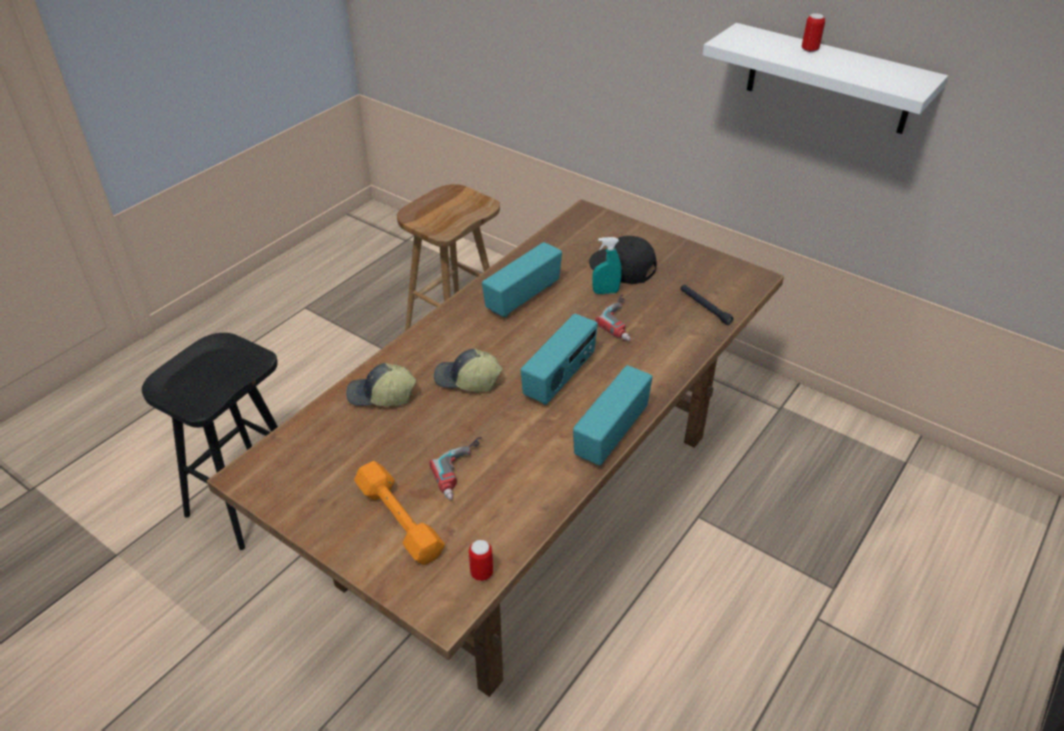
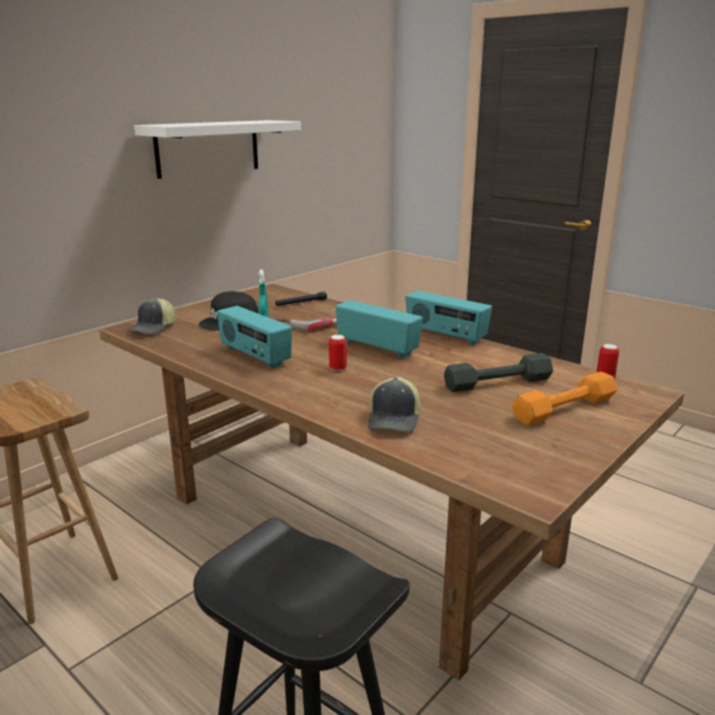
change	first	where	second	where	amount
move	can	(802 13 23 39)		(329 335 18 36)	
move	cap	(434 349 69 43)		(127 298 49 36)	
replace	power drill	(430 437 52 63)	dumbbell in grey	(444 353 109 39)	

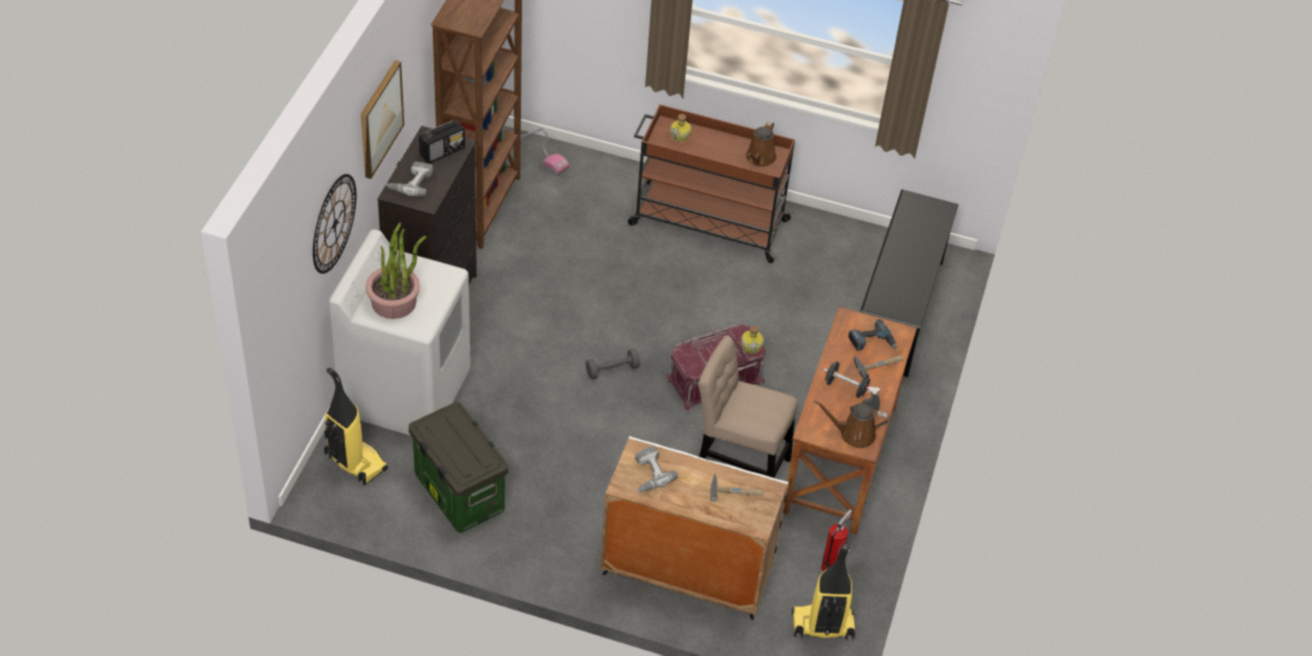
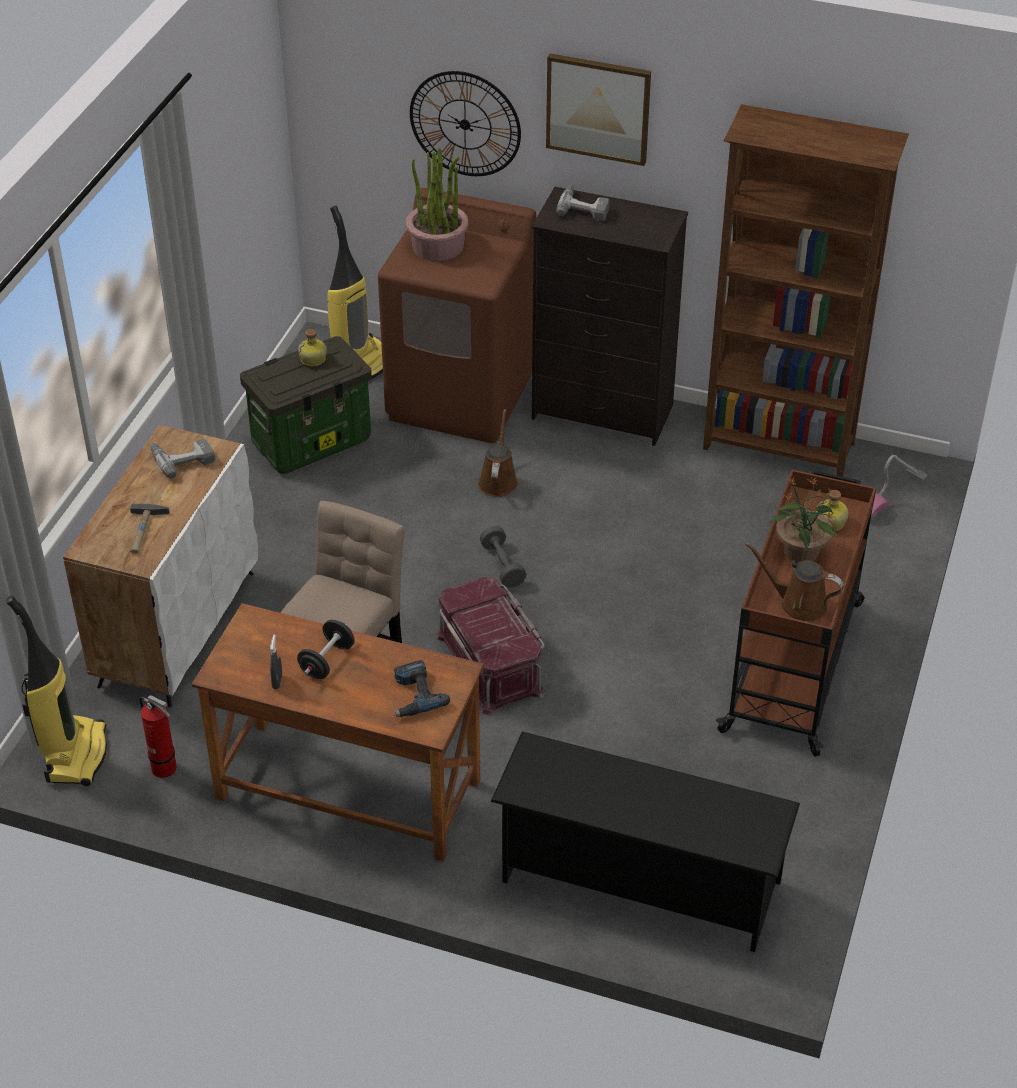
change	first	where	second	where	amount
delete	radio	(419 120 46 43)			
recolor	washing machine in white	(329 229 141 207)	washing machine in brown	(378 188 158 255)	
move	bottle	(741 325 23 28)		(298 329 29 37)	
delete	hammer	(854 356 49 22)			
move	watering can in brown	(814 400 75 48)		(478 409 40 88)	
insert			potted plant	(771 477 67 85)	

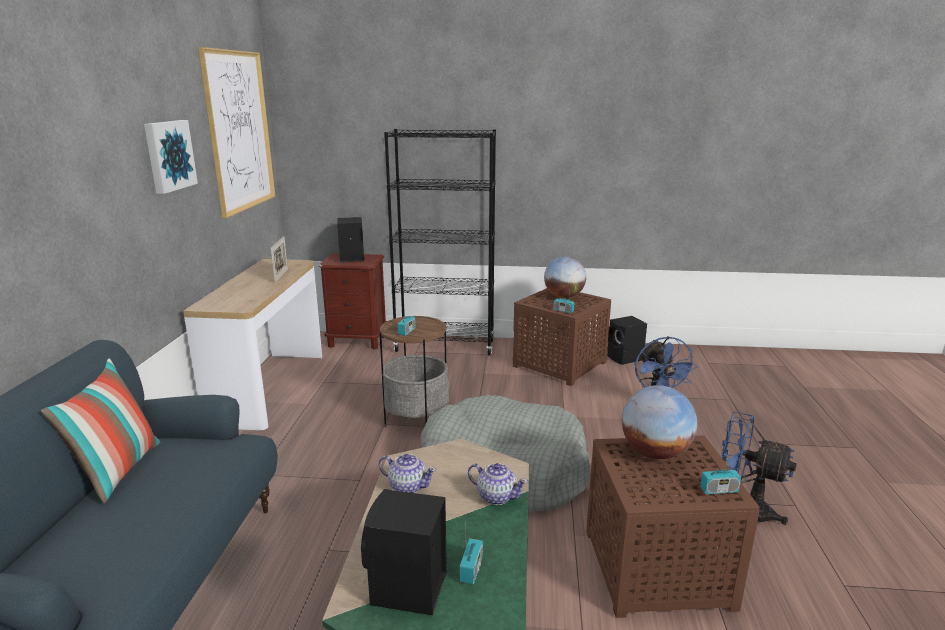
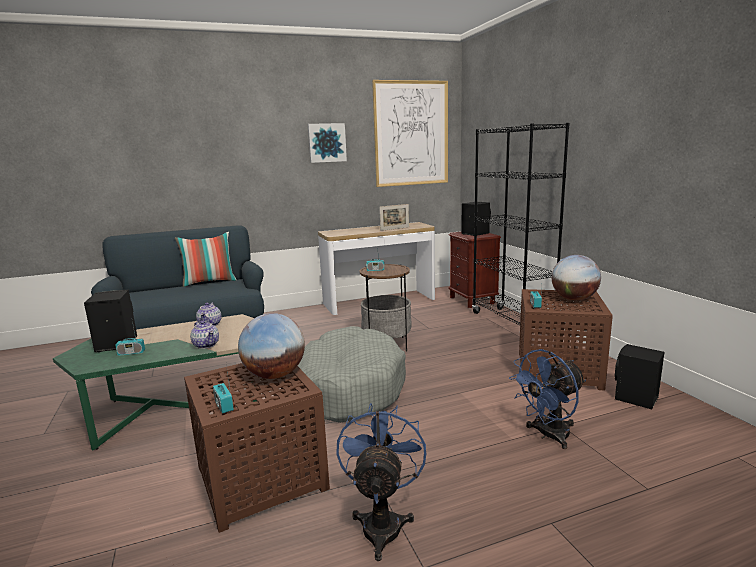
change	first	where	second	where	amount
rotate	teapot	(468 463 60 42)		(190 321 29 28)	45 degrees counterclockwise

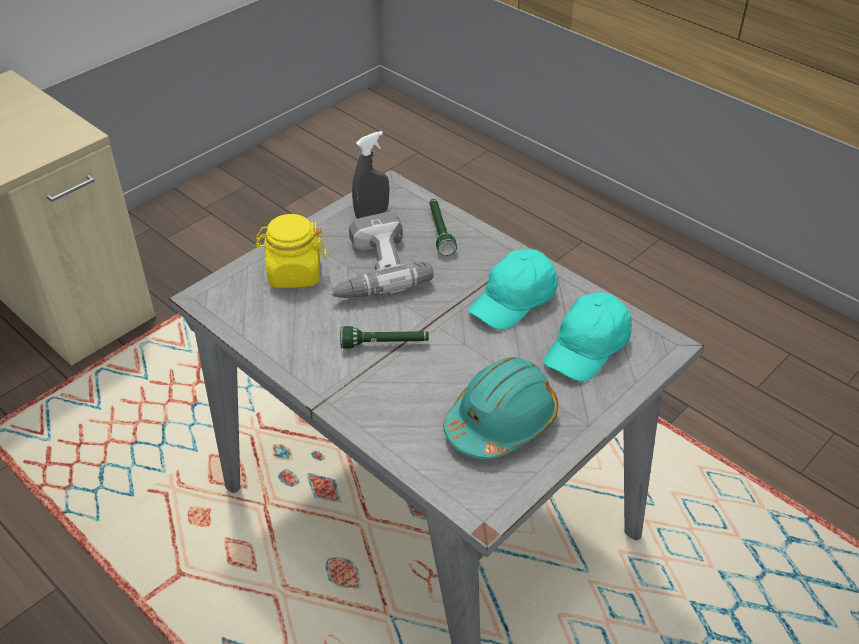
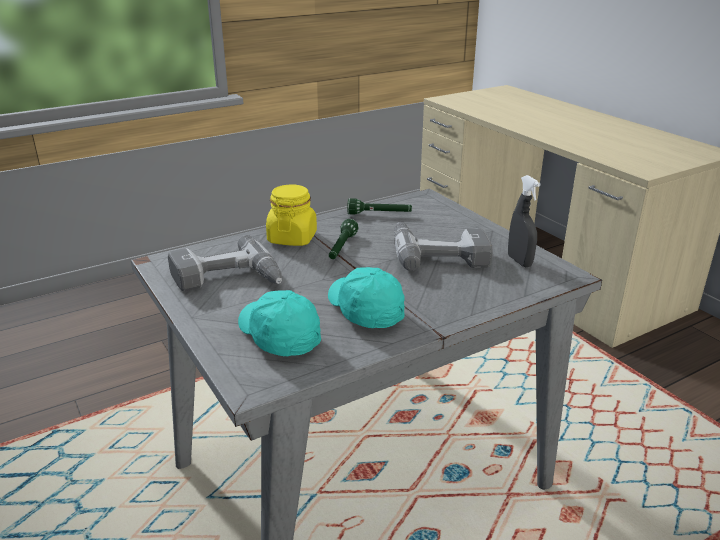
change	first	where	second	where	amount
move	flashlight in green	(429 199 28 57)		(347 198 65 17)	
move	jar in yellow	(255 214 71 74)		(266 184 51 62)	
replace	hard hat in turquoise	(443 357 115 102)	power drill	(168 235 114 57)	

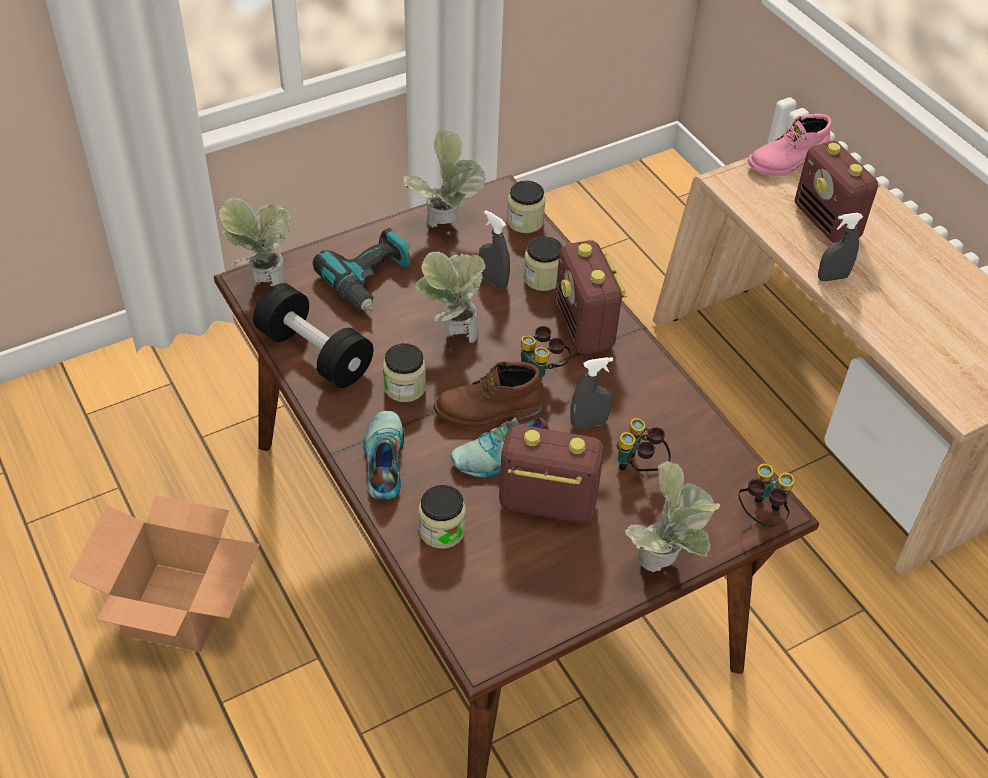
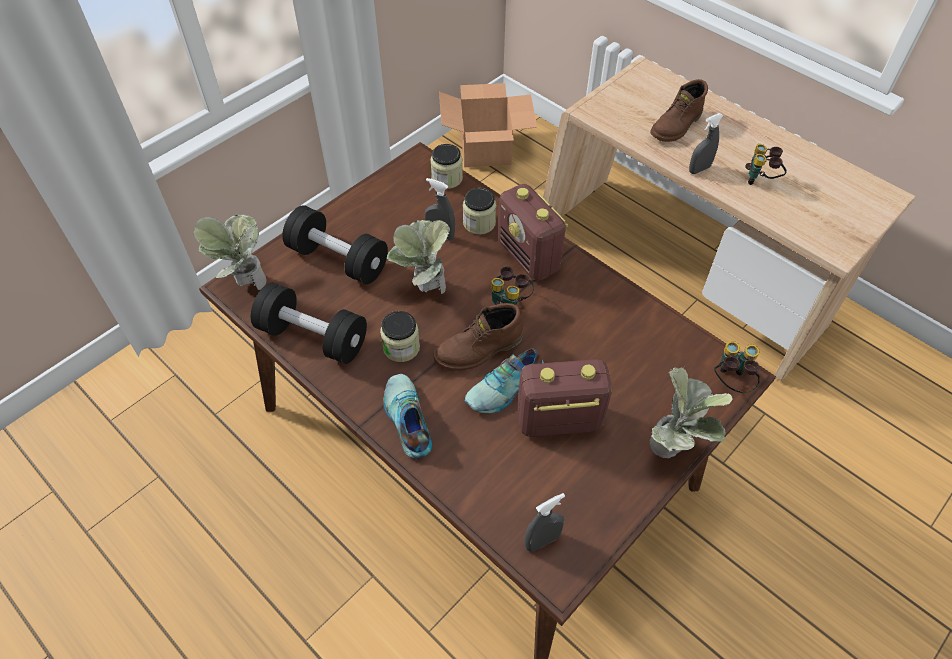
change	first	where	second	where	amount
delete	boot in pink	(748 114 84 62)			
delete	potted plant	(403 130 83 98)			
replace	radio	(795 141 85 103)	boot in brown	(650 79 58 63)	
replace	power drill	(313 228 98 83)	dumbbell in black	(282 205 106 79)	
move	spray bottle in grey	(570 357 43 71)		(524 493 41 59)	
move	binoculars	(617 418 54 53)		(745 144 42 41)	
delete	jar	(419 485 47 64)			
move	cardboard box	(69 495 191 157)		(439 83 98 84)	

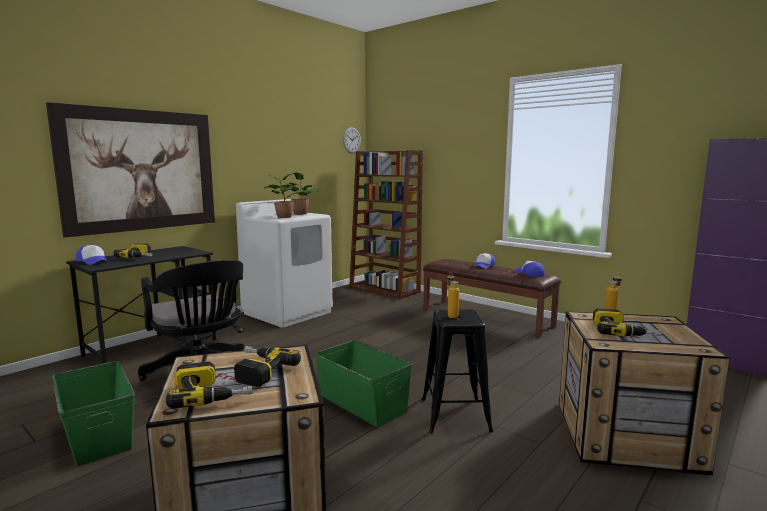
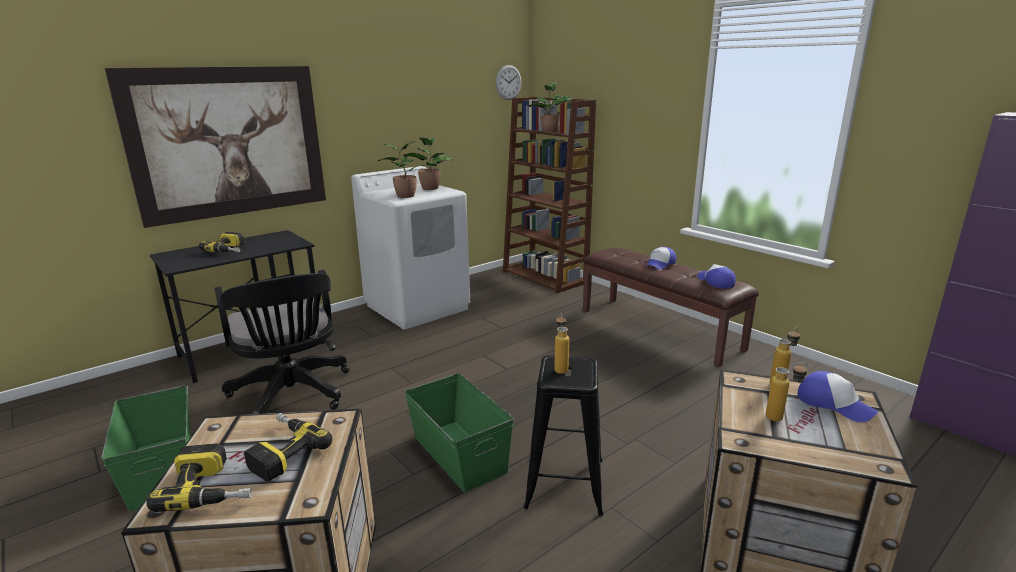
change	first	where	second	where	amount
move	cap	(76 245 33 20)		(798 371 80 51)	
replace	power drill	(593 308 69 28)	bottle	(766 362 43 59)	
insert			potted plant	(528 82 45 50)	

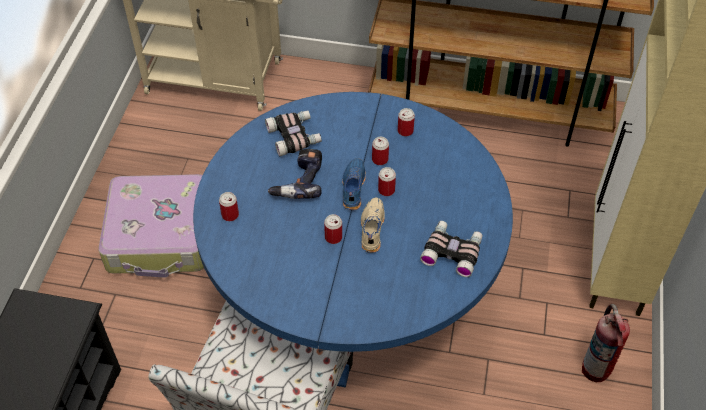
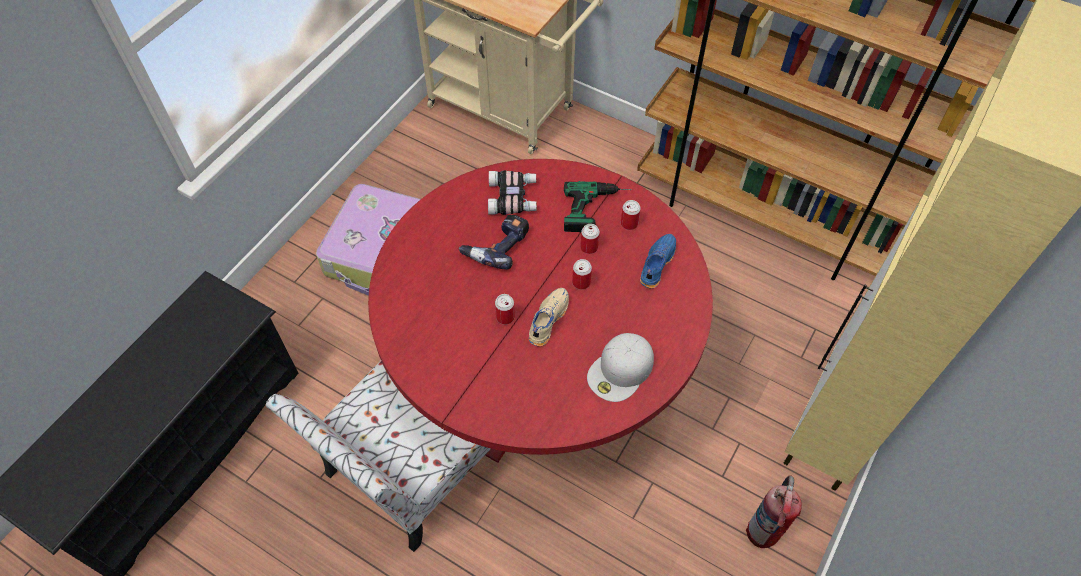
change	first	where	second	where	amount
recolor	dining table in blue	(193 92 320 296)	dining table in red	(368 159 345 304)	
move	shoe in blue	(342 158 24 52)		(640 234 36 54)	
delete	can	(219 192 20 29)			
replace	binoculars	(420 221 63 56)	cap in white	(587 333 67 69)	
insert			power drill	(564 181 68 51)	

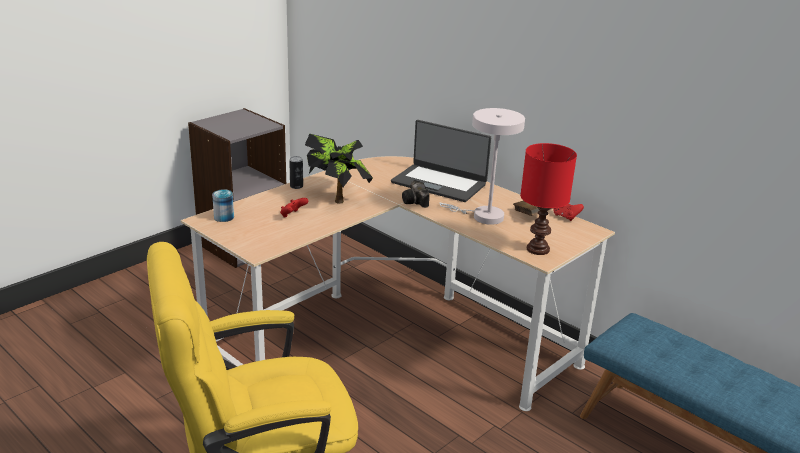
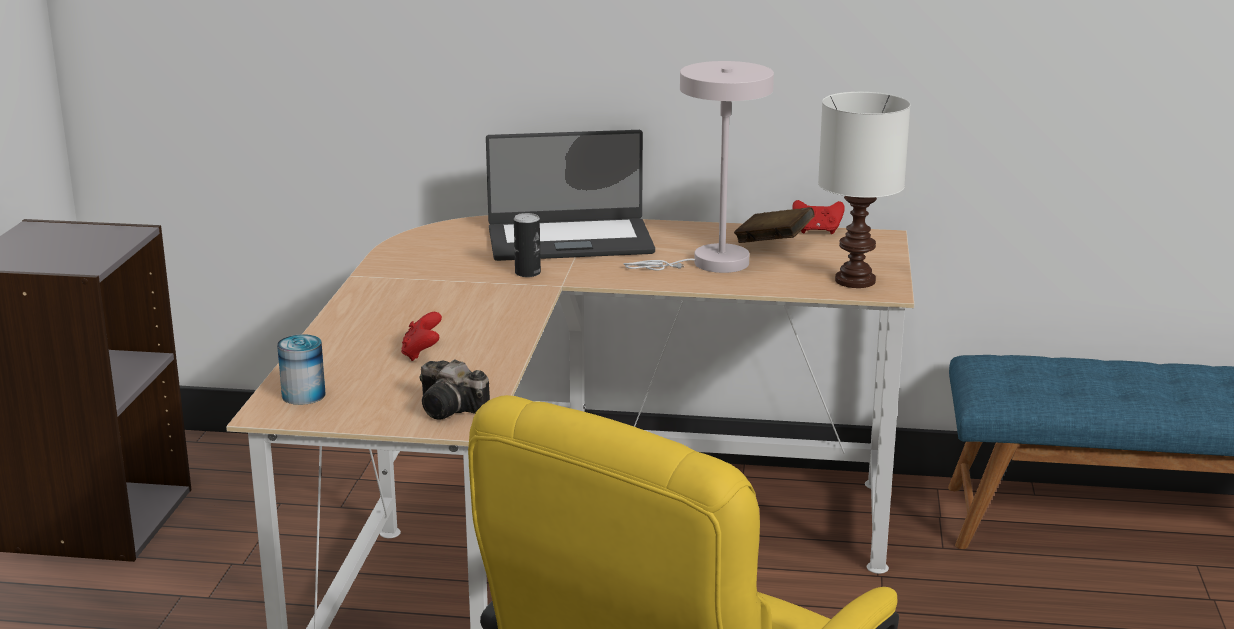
change	first	where	second	where	amount
delete	potted plant	(305 134 68 70)			
recolor	table lamp in red	(520 143 57 112)	table lamp in white	(818 92 93 196)	
move	can	(289 156 14 33)		(514 213 27 64)	
move	photo camera	(402 180 27 28)		(420 359 70 60)	

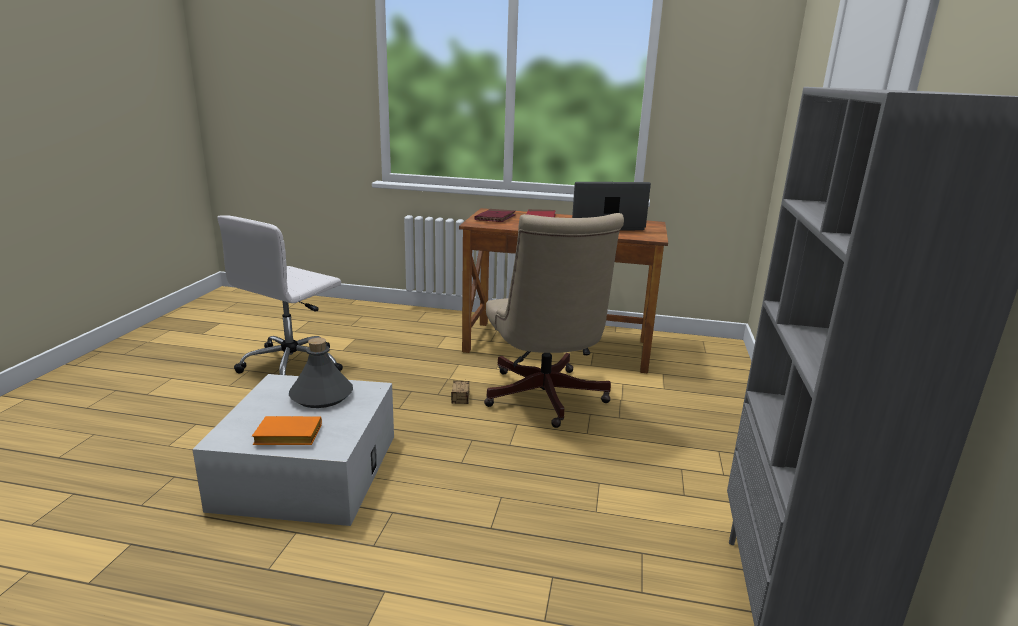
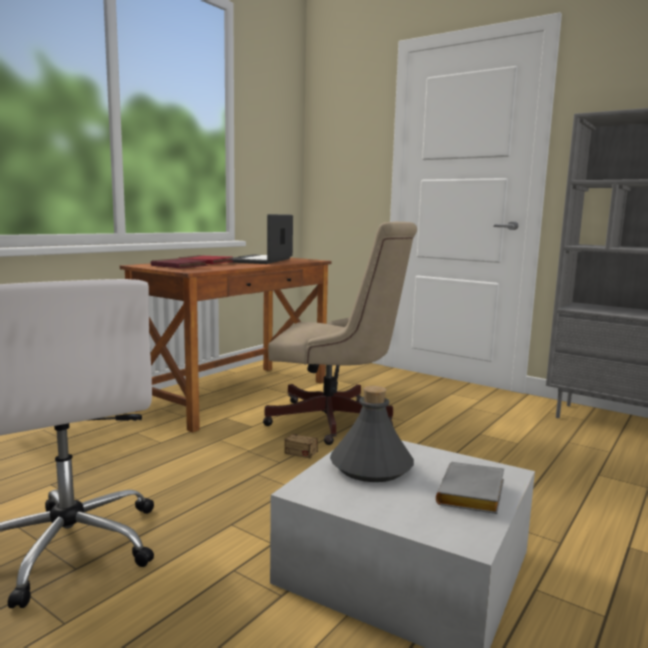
change	first	where	second	where	amount
recolor	book in orange	(252 416 70 29)	book in grey	(436 462 68 52)	

